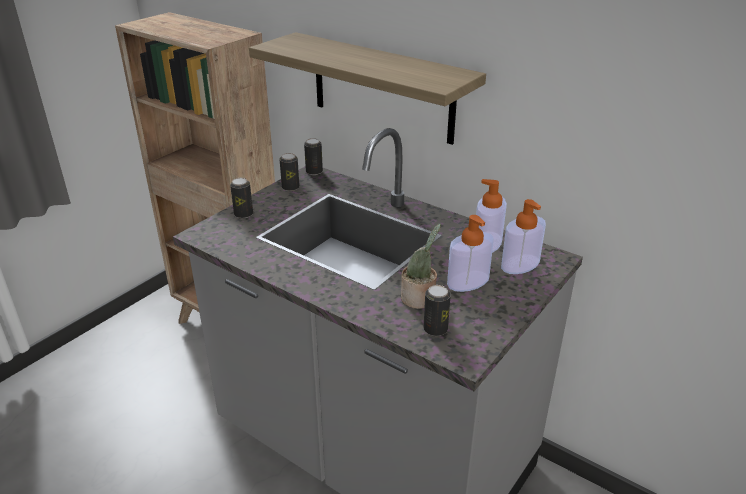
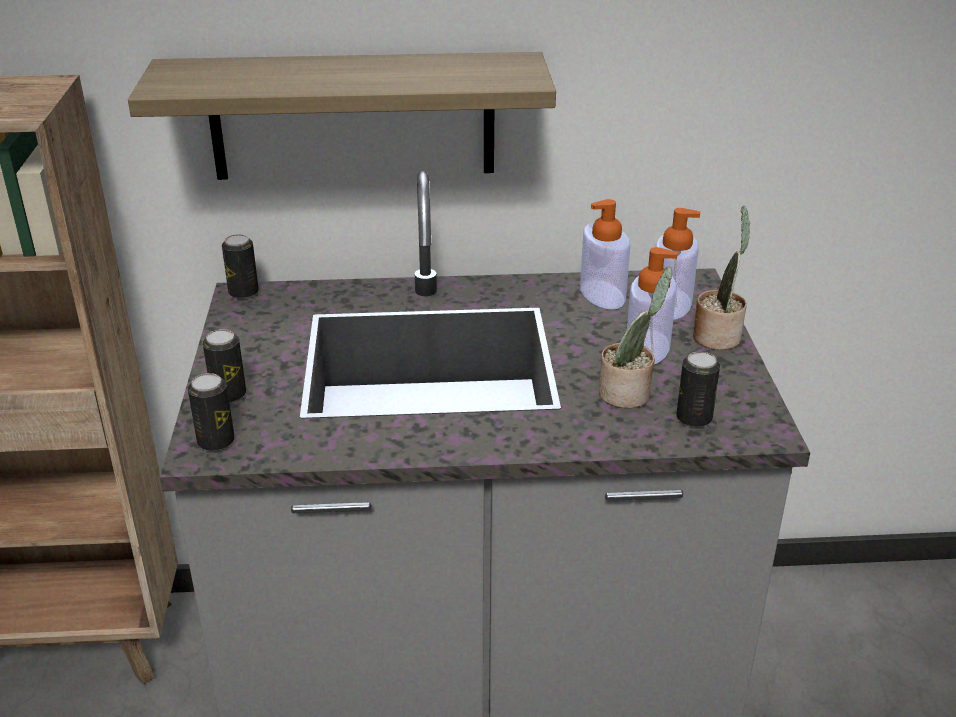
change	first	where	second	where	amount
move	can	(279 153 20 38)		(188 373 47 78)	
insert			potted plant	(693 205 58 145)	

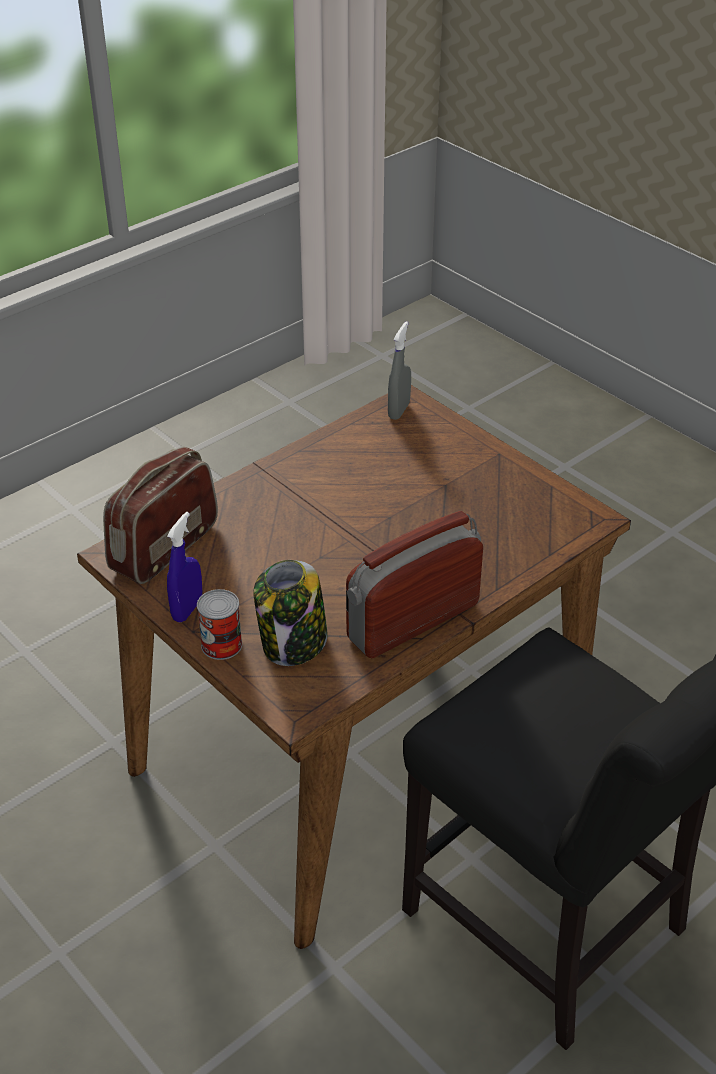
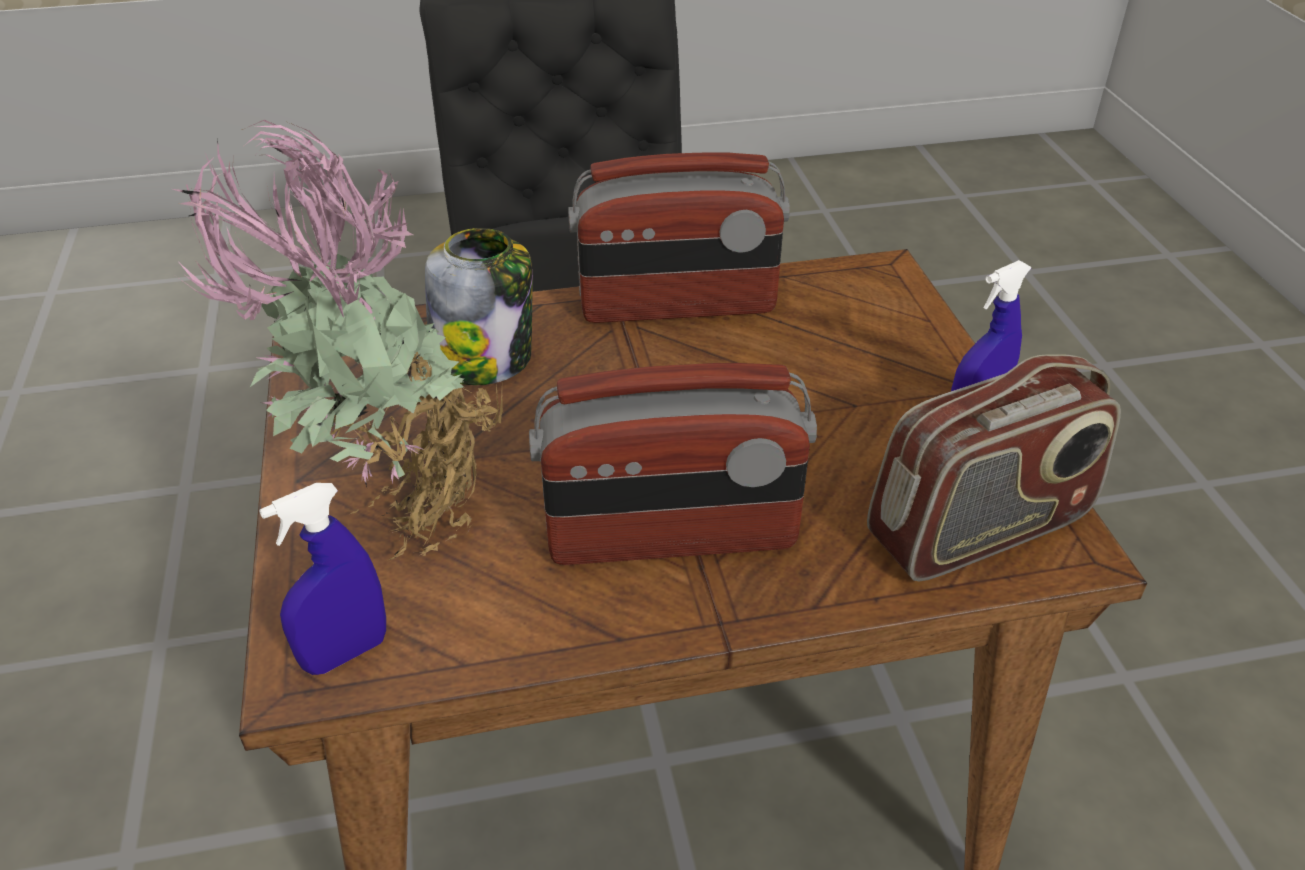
change	first	where	second	where	amount
recolor	spray bottle in grey	(388 321 23 99)	spray bottle in blue	(259 483 127 192)	
move	jar	(253 560 75 106)		(425 228 107 157)	
delete	can	(197 589 45 71)			
insert			potted plant	(173 120 330 440)	
insert			radio	(529 363 288 202)	

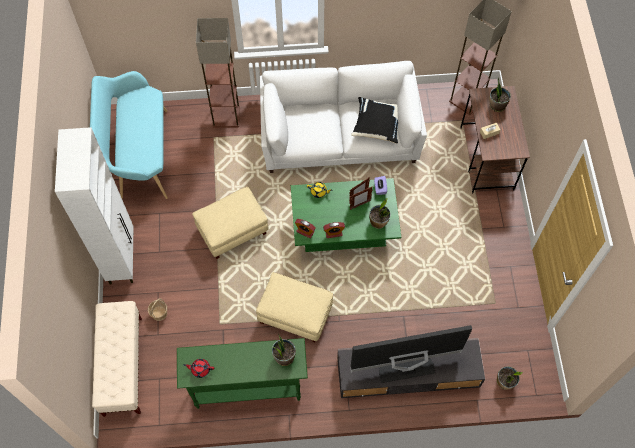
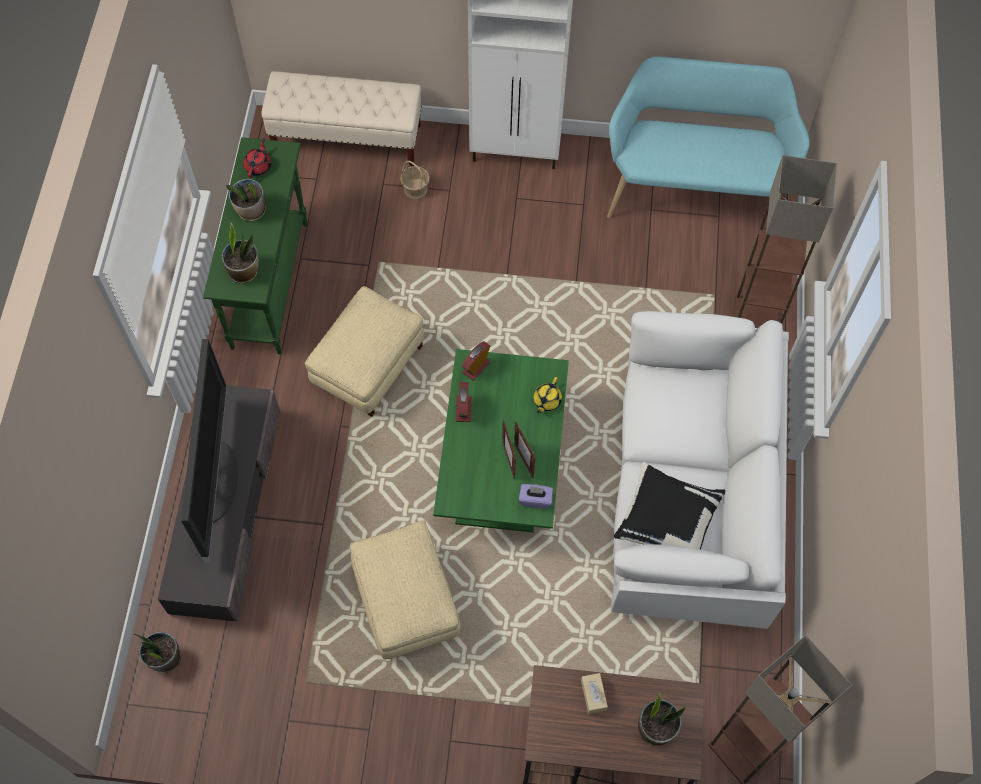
change	first	where	second	where	amount
move	ottoman in beige	(192 187 76 72)		(350 520 111 139)	
move	potted plant	(369 198 22 31)		(226 179 40 42)	

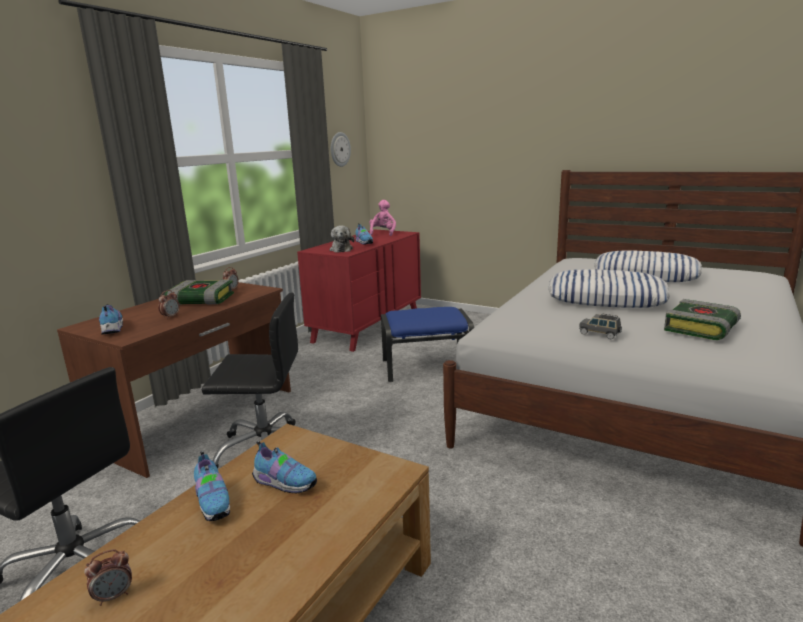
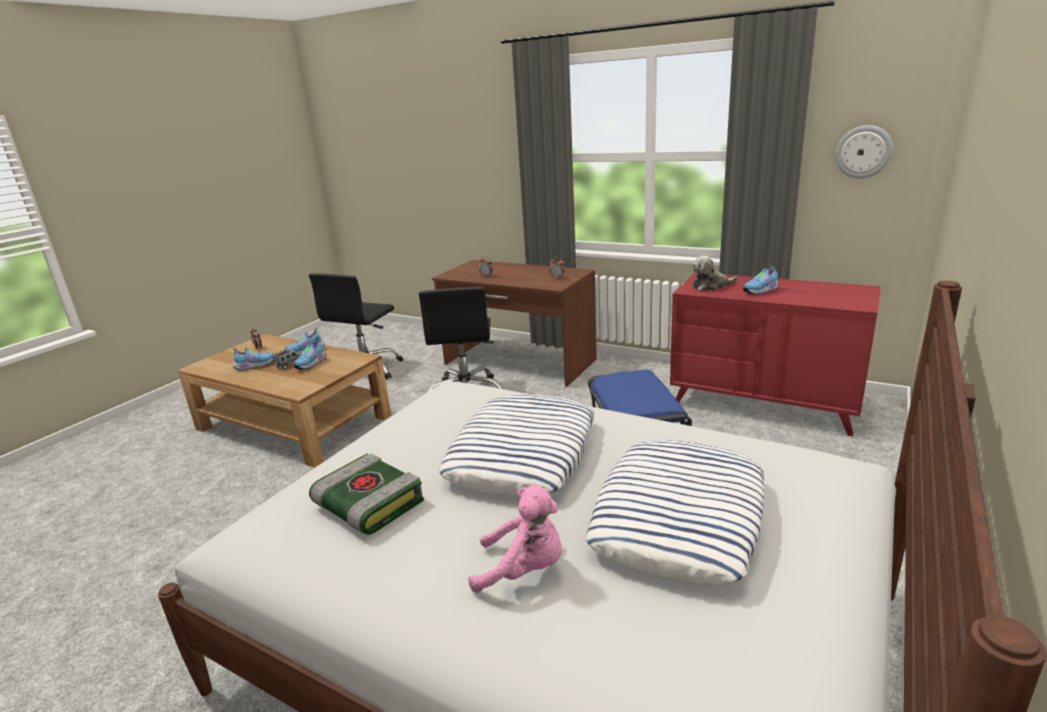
change	first	where	second	where	amount
move	plush toy in pink	(369 200 27 36)		(468 485 94 108)	
delete	book	(165 279 69 26)			
move	shoe	(99 304 24 31)		(232 348 42 22)	
move	toy car in grey	(579 313 43 26)		(274 350 28 20)	

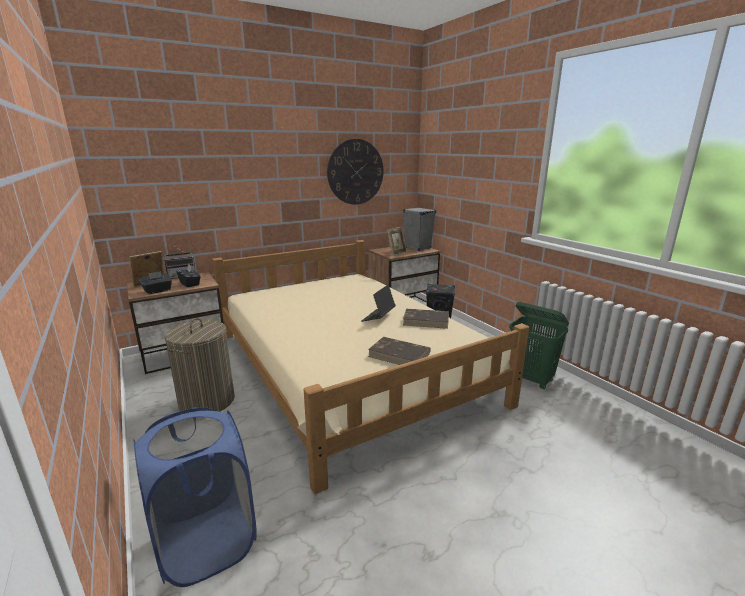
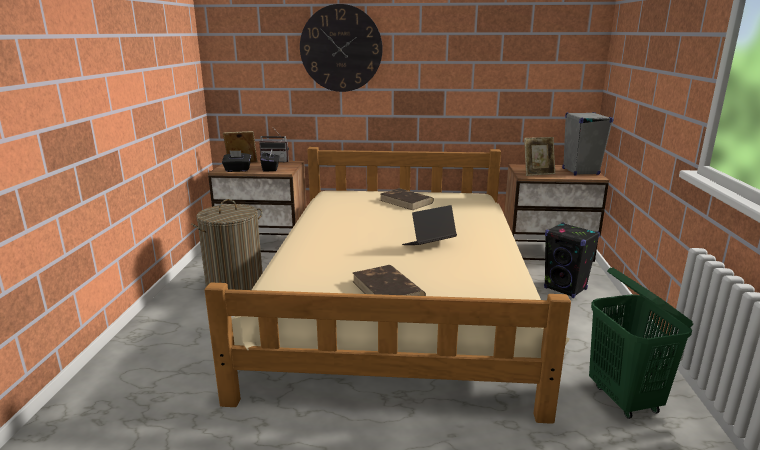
change	first	where	second	where	amount
move	wall clock	(327 139 56 66)		(300 4 83 88)	
move	book in brown	(403 309 46 20)		(380 188 54 22)	
delete	laundry basket in blue	(133 407 124 180)			

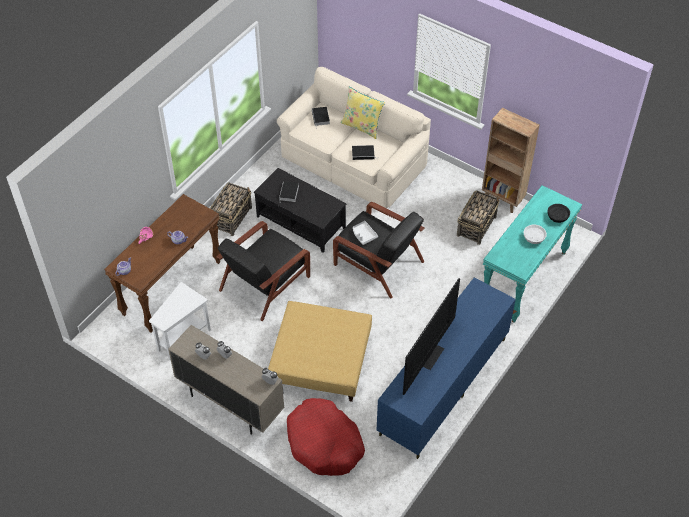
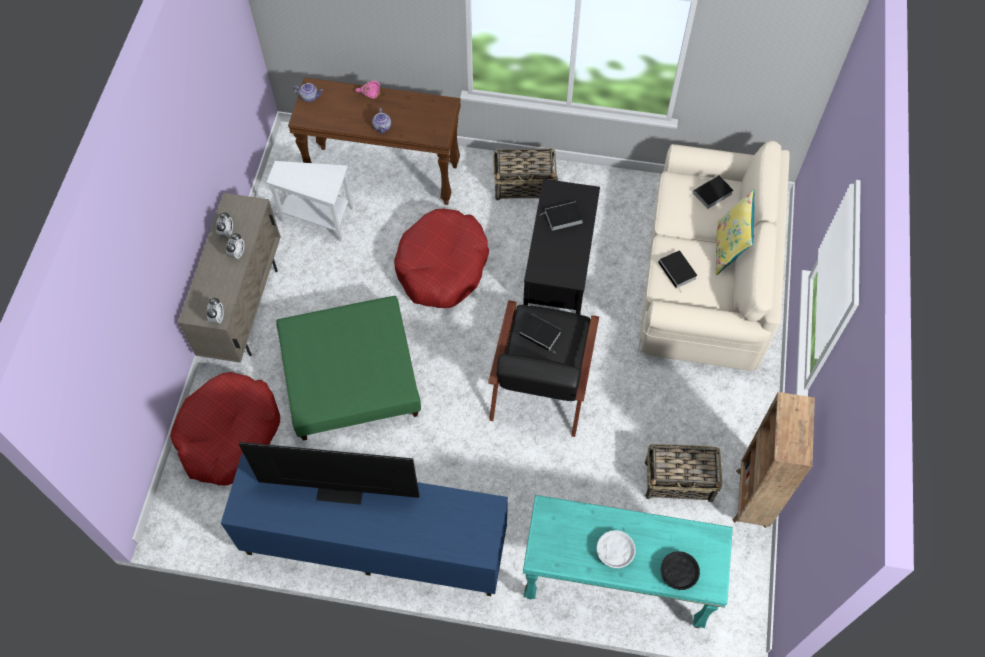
change	first	where	second	where	amount
replace	armchair in black	(216 221 94 100)	dog bed in red	(394 209 95 99)	
replace	tray in white	(353 221 25 24)	book	(519 314 42 39)	
recolor	ottoman in beige	(268 301 104 101)	ottoman in green	(276 296 145 144)	

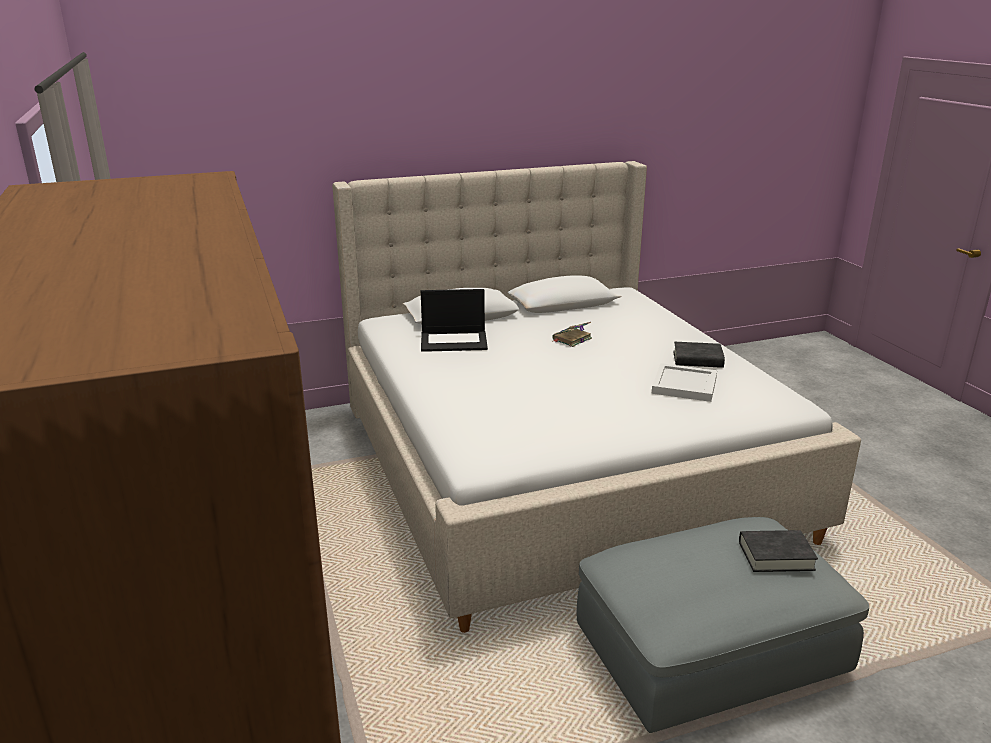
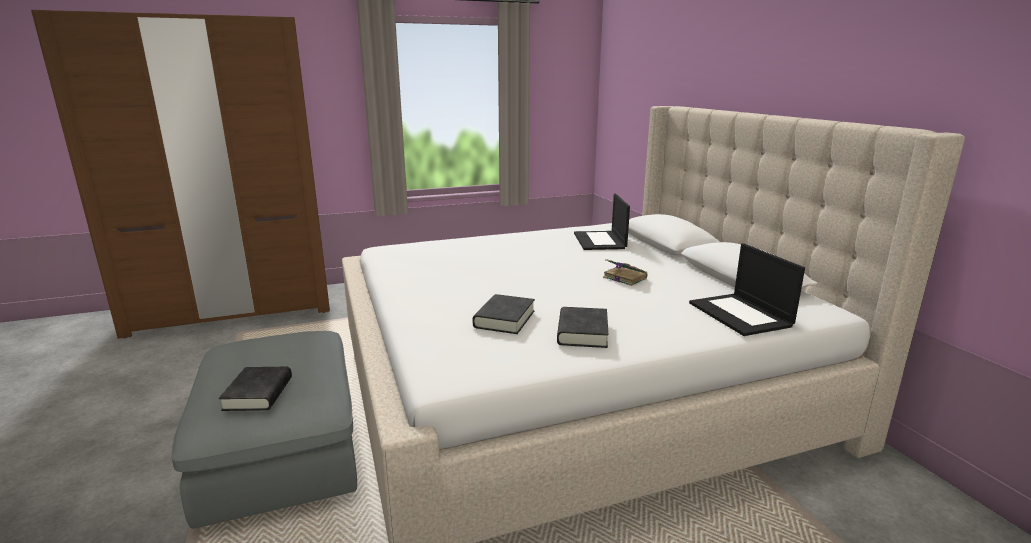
change	first	where	second	where	amount
replace	tray in white	(652 363 65 39)	book in black	(473 294 62 40)	
insert			laptop	(689 243 116 93)	

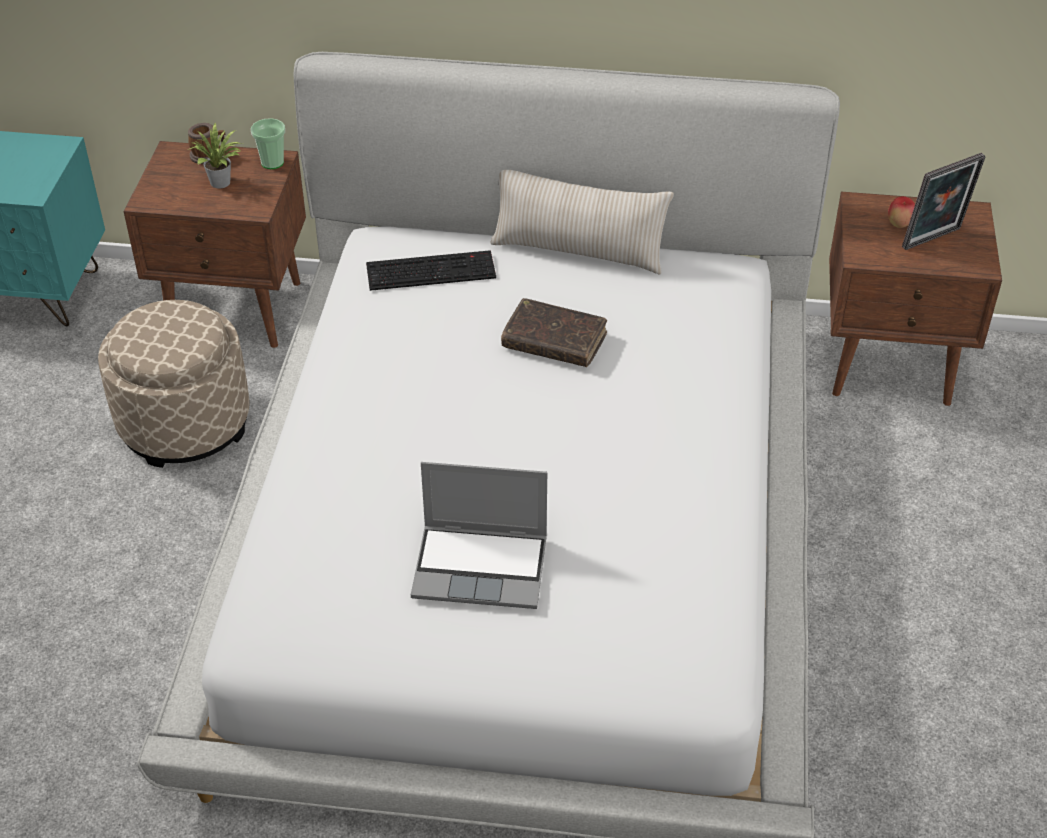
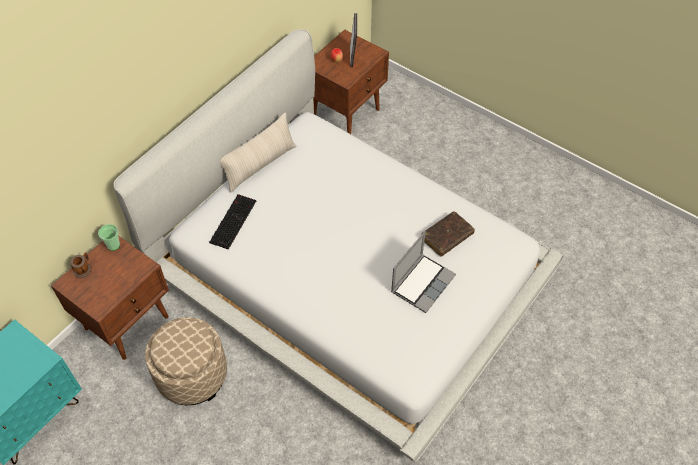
change	first	where	second	where	amount
delete	potted plant	(188 123 55 66)			
move	book in brown	(501 298 106 69)		(421 211 54 46)	

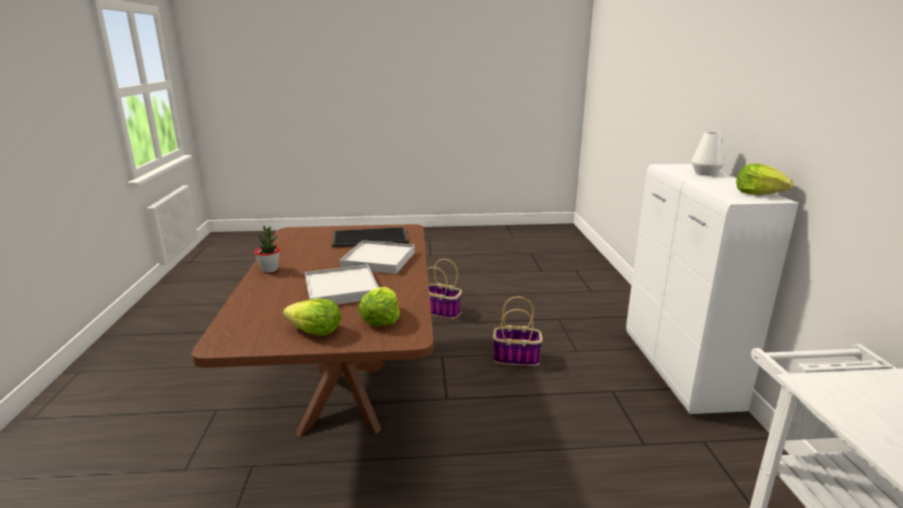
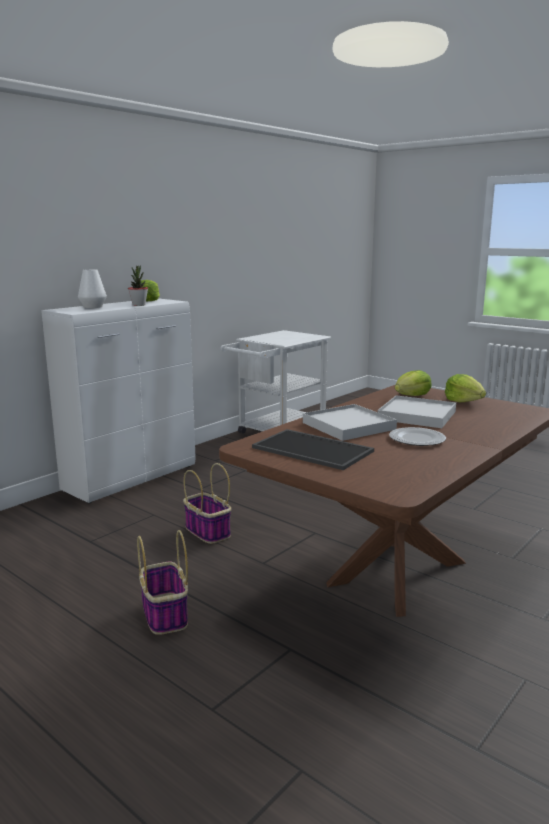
change	first	where	second	where	amount
move	potted plant	(254 226 26 47)		(128 265 20 41)	
insert			plate	(389 427 57 19)	

